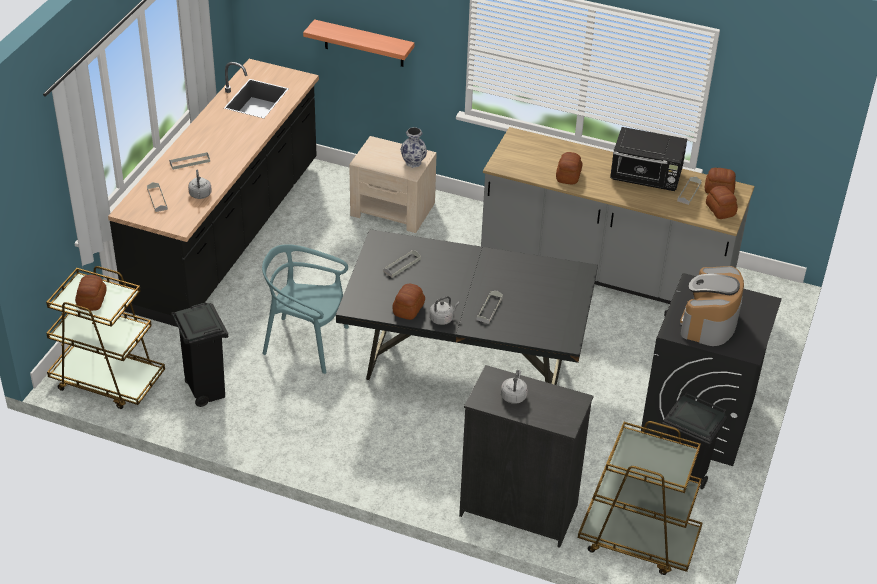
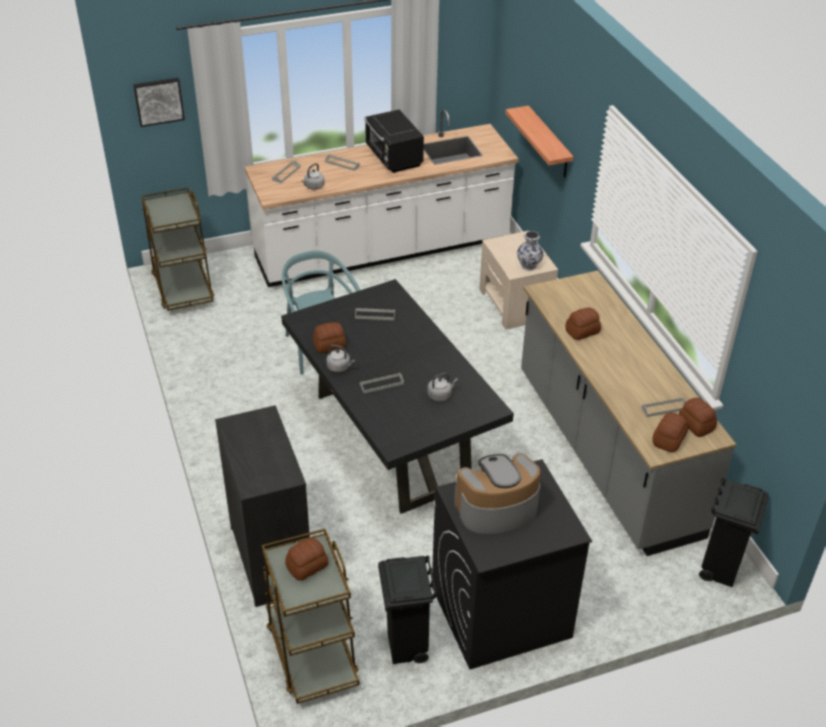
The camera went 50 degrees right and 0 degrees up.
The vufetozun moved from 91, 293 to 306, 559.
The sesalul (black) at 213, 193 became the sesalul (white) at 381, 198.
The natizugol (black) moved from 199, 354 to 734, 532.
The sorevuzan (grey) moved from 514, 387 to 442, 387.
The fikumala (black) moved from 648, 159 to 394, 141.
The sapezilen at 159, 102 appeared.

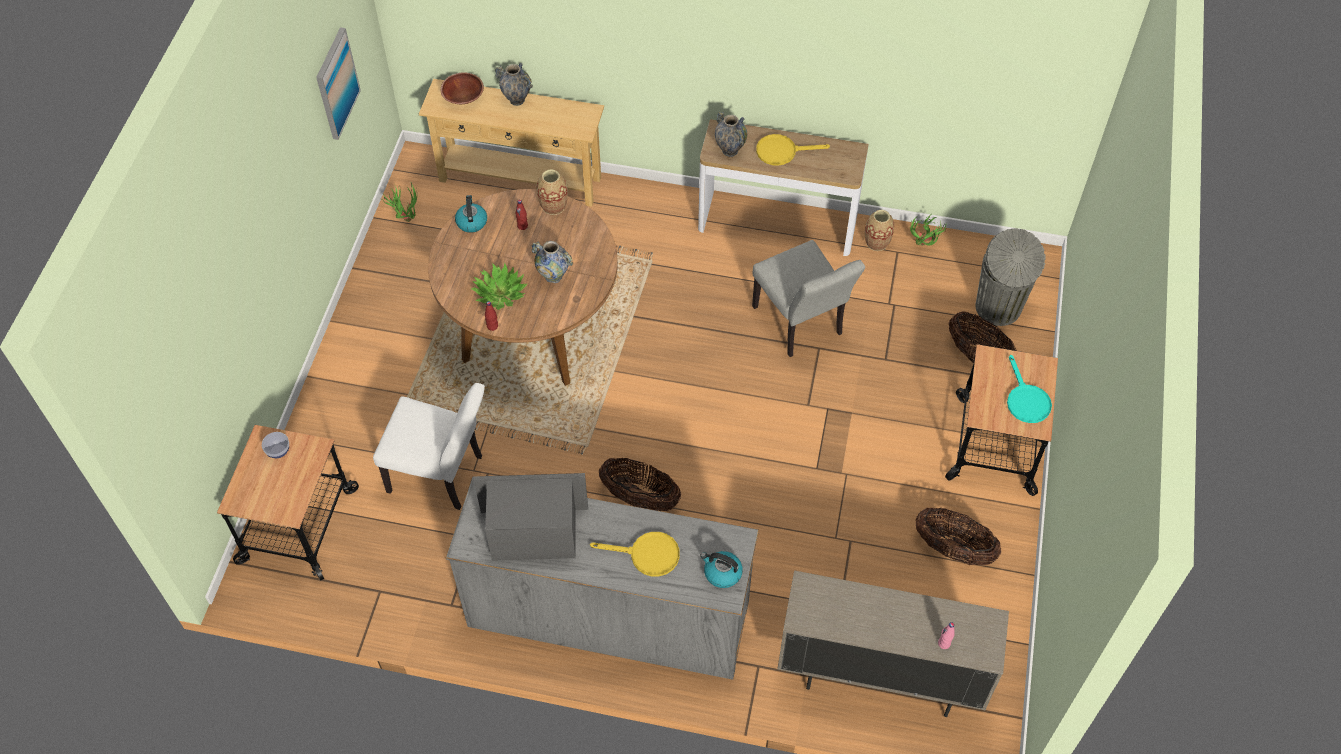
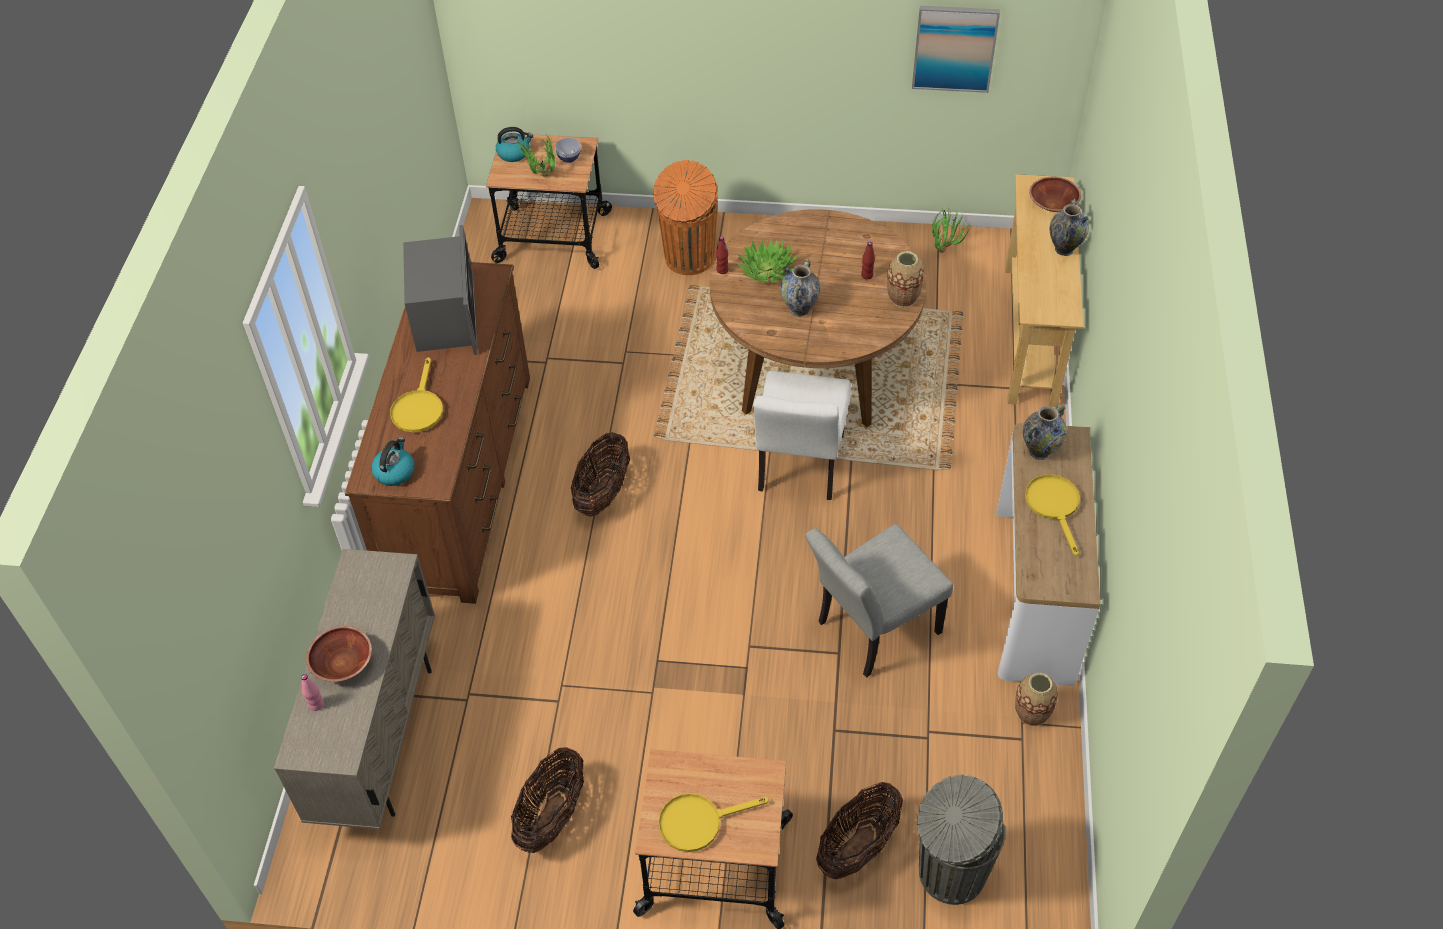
The camera went 85 degrees right and 5 degrees down.
The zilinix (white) moved from 429, 446 to 802, 435.
The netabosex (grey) at 602, 578 became the netabosex (brown) at 437, 433.
The sorevuzan moved from 471, 214 to 514, 144.
The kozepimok moved from 928, 230 to 536, 156.
The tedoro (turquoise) at 1029, 389 became the tedoro (yellow) at 714, 822.
The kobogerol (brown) at 339, 654 appeared.
The natizugol (orange) at 685, 217 appeared.

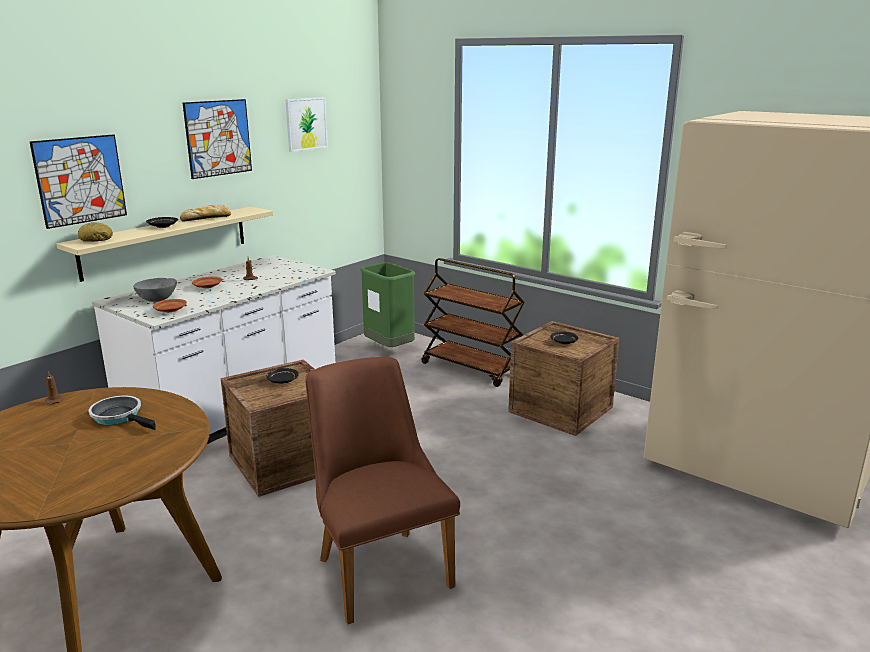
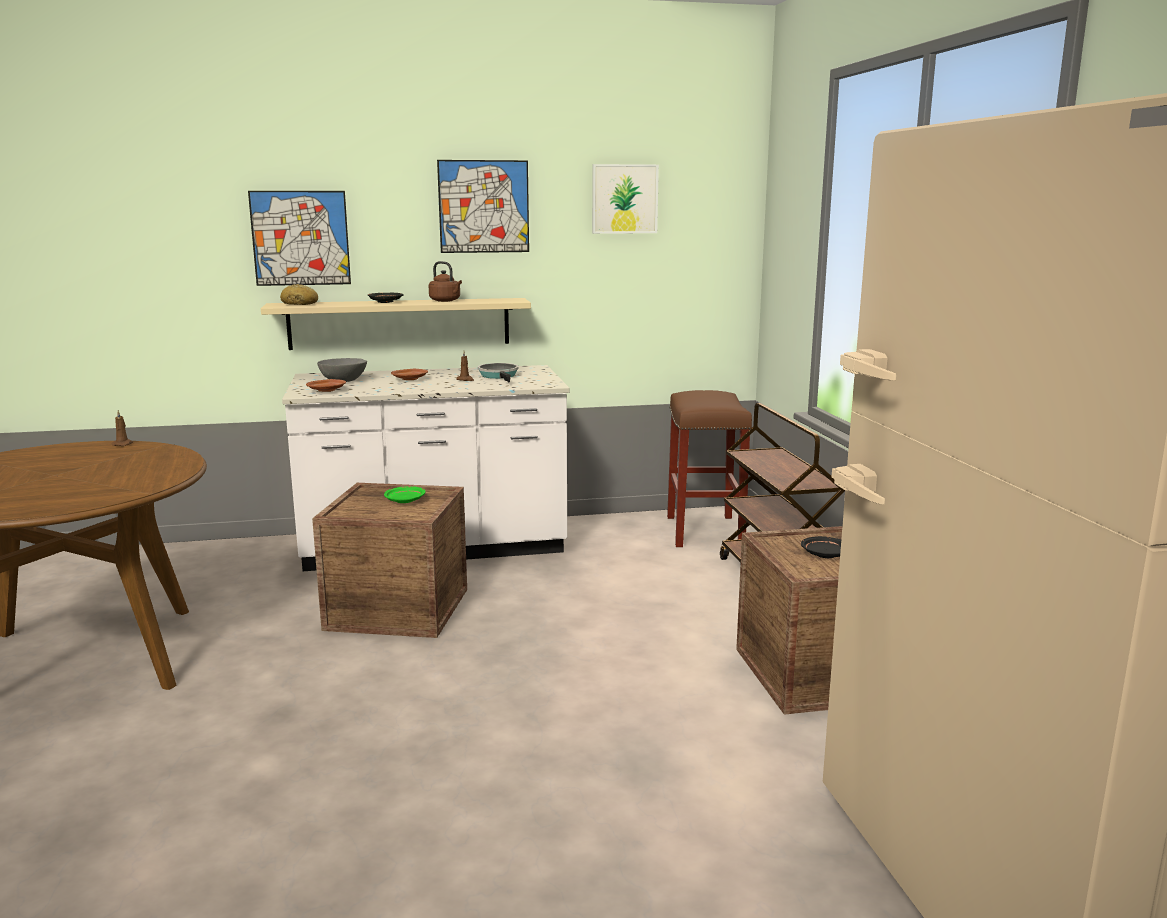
The camera went 40 degrees right and 5 degrees down.
The tedoro moved from 122, 413 to 498, 372.
The vufetozun at 205, 213 was replaced by the sorevuzan (brown) at 445, 281.
The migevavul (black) at 282, 376 became the migevavul (green) at 404, 494.
The zilinix (brown) at 382, 490 disappeared.
The natizugol (green) at 387, 304 was replaced by the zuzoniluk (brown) at 709, 468.

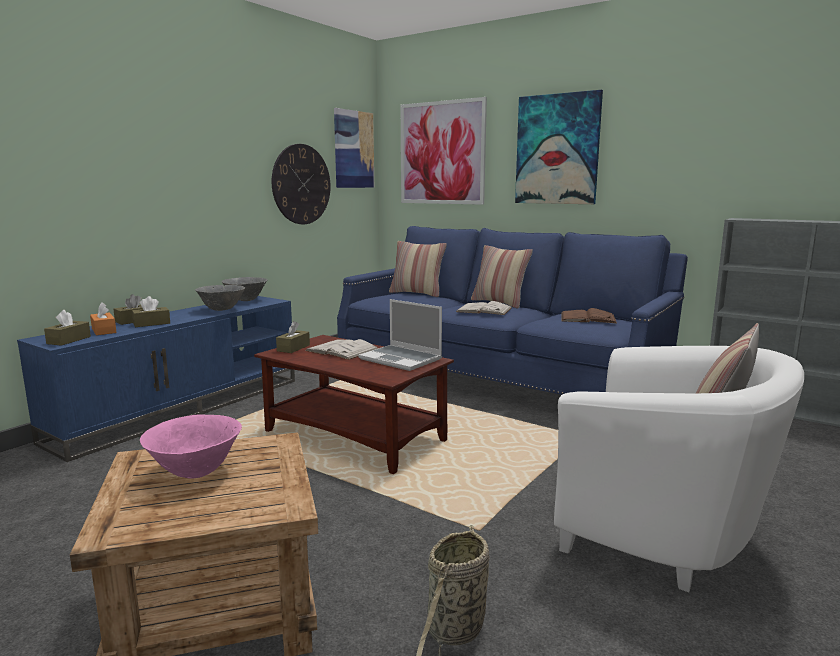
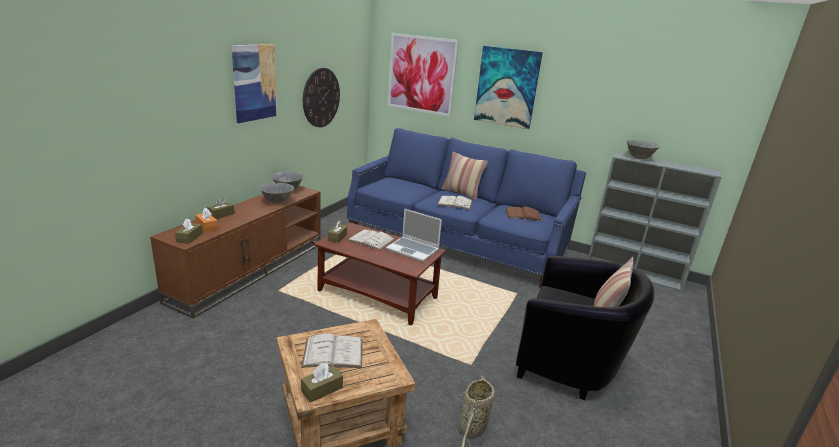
The camera went 10 degrees left and 10 degrees up.
The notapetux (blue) at 156, 379 became the notapetux (brown) at 235, 252.
The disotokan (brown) moved from 151, 311 to 322, 383.
The kobogerol (pink) at 191, 446 was replaced by the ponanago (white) at 332, 350.
The sapezilen moved from 354, 148 to 254, 83.
The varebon at 418, 269 disappeared.
The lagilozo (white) at 679, 469 became the lagilozo (black) at 585, 328.
The kobogerol (grey) at 643, 149 appeared.

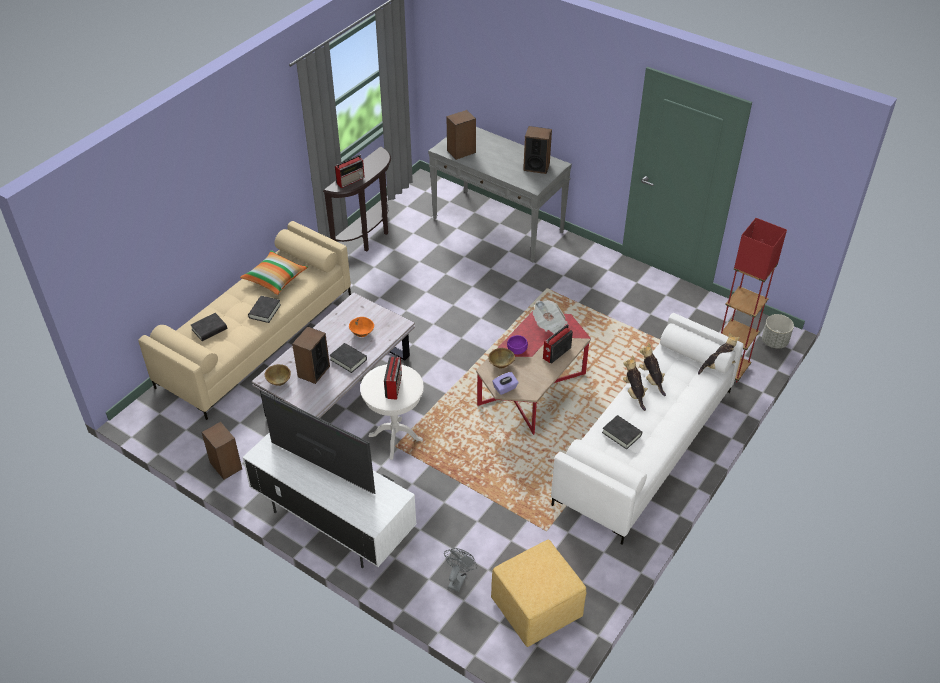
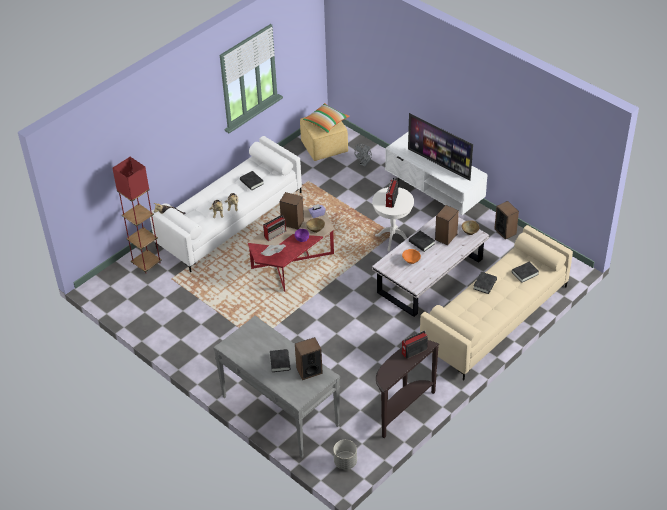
The camera went 170 degrees left and 0 degrees up.
The varebon moved from 274, 272 to 326, 118.
The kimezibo moved from 537, 150 to 292, 210.
The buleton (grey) moved from 778, 331 to 345, 455.
The ponanago (black) at 280, 360 appeared.

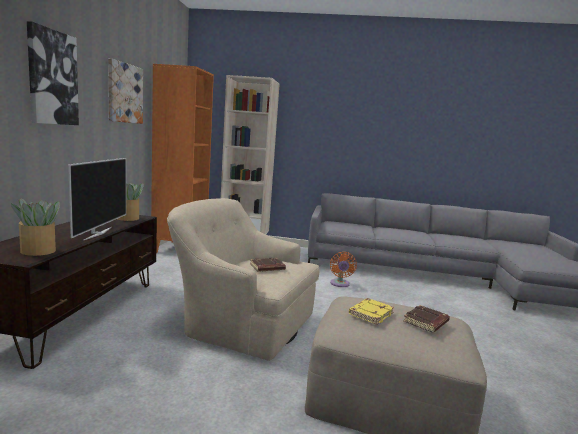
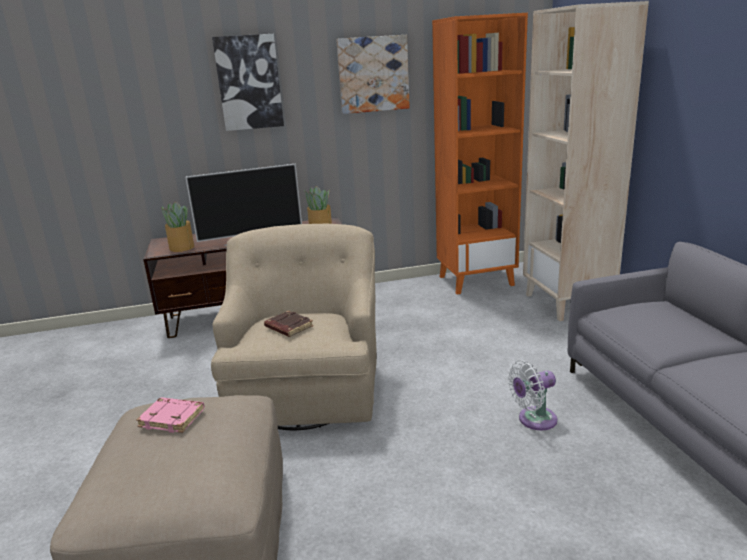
The camera went 70 degrees right and 10 degrees up.
The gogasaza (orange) at 343, 269 became the gogasaza (white) at 532, 395.
The ponanago (yellow) at 371, 311 became the ponanago (pink) at 170, 415.
The ponanago (brown) at 426, 319 disappeared.

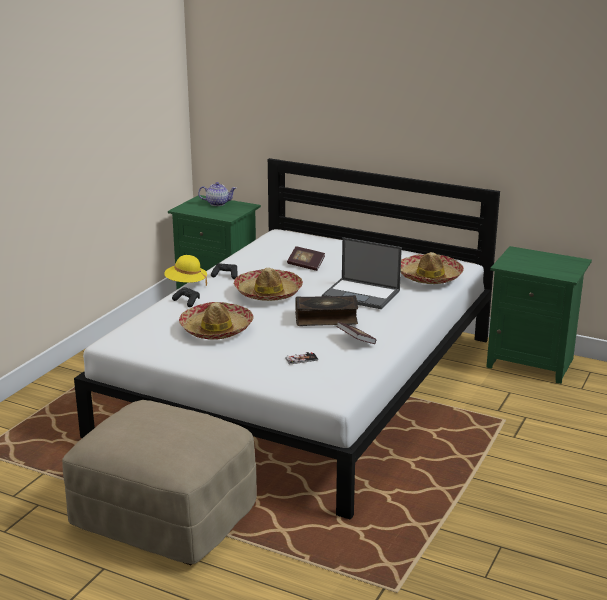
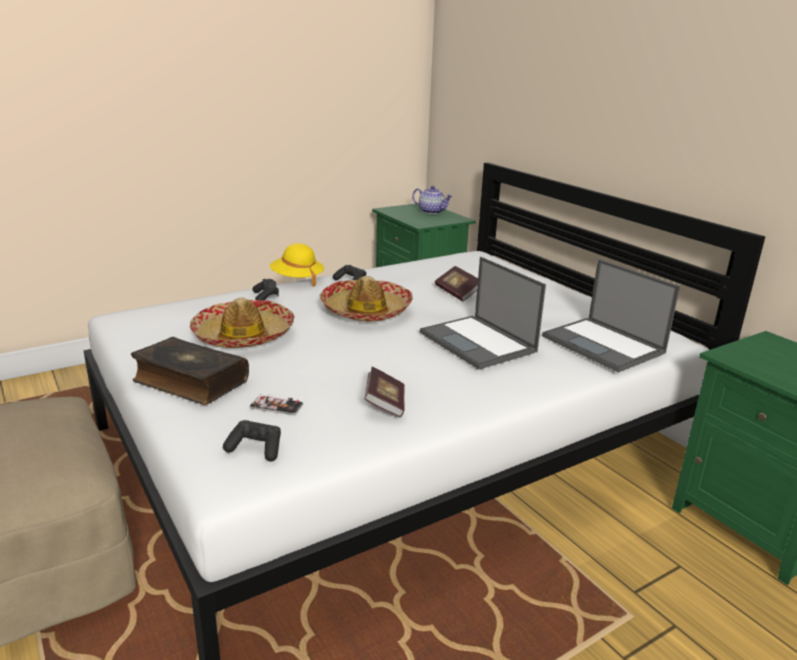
The camera went 30 degrees right and 0 degrees up.
The ponanago moved from 326, 310 to 190, 371.
The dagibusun at 432, 268 was replaced by the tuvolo at 611, 316.
The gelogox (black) at 252, 441 appeared.

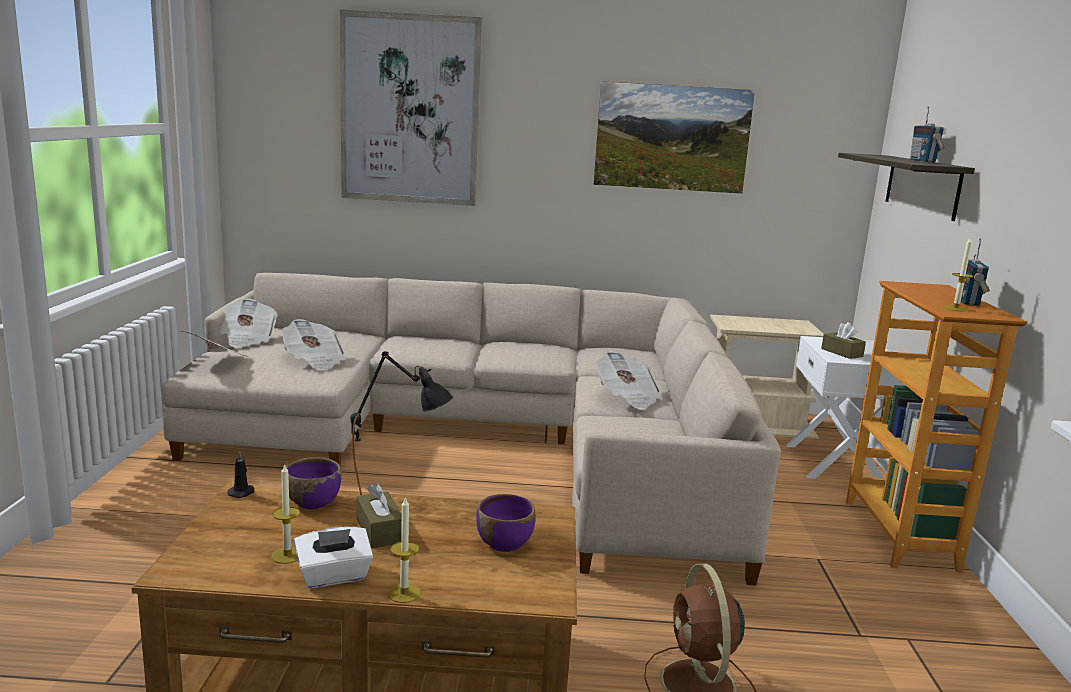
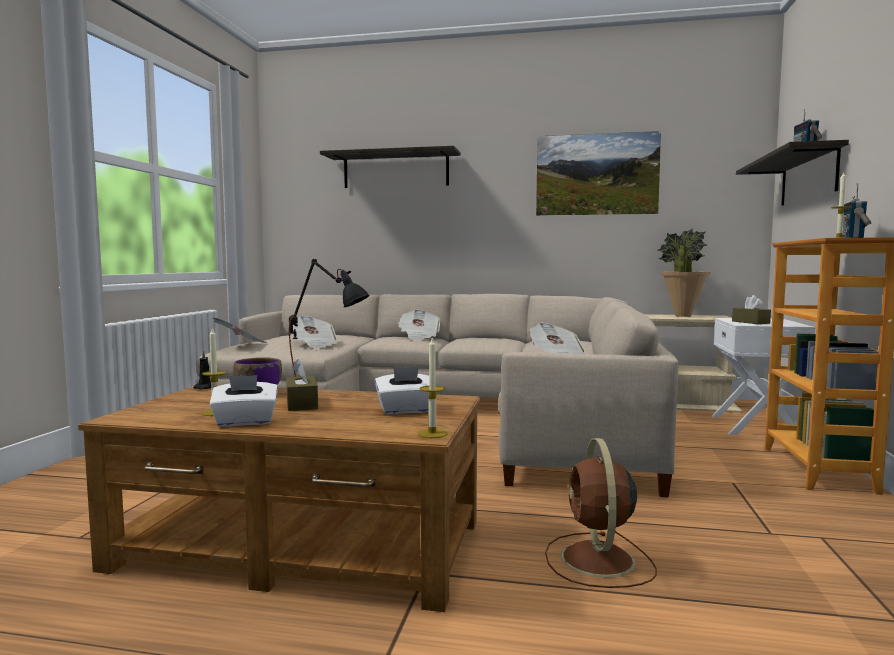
The camera went 10 degrees right and 10 degrees down.
The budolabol moved from 249, 323 to 419, 325.
The sapezilen at 411, 107 was replaced by the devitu at 390, 167.
The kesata moved from 404, 549 to 432, 387.
The kobogerol (purple) at 505, 523 was replaced by the disotokan (white) at 406, 390.
The kozepimok at 683, 272 appeared.

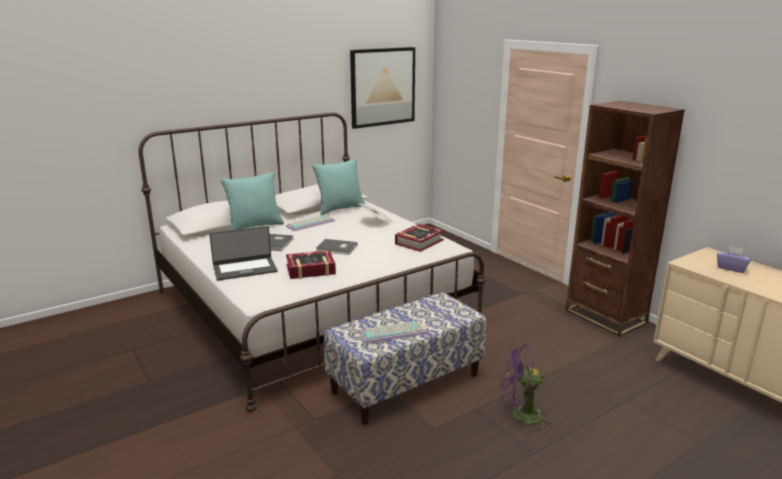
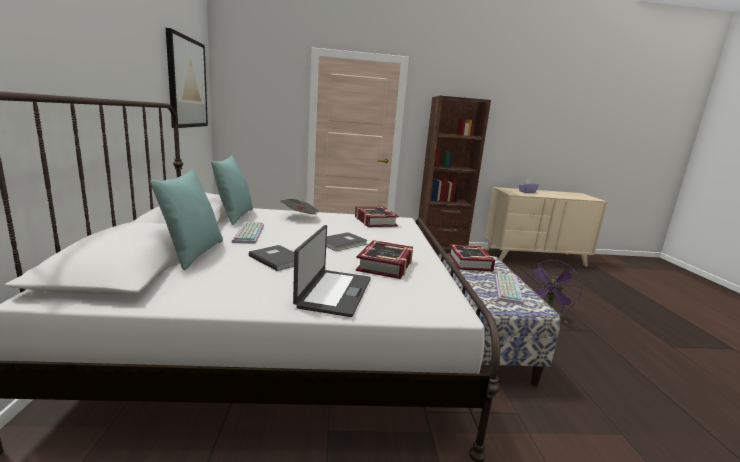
The camera went 60 degrees left and 5 degrees down.
The ponanago at 471, 258 appeared.

